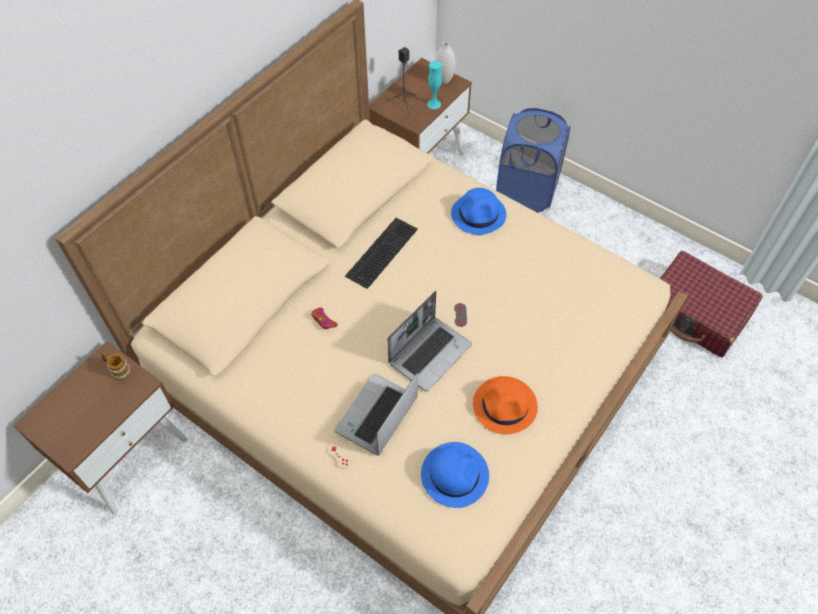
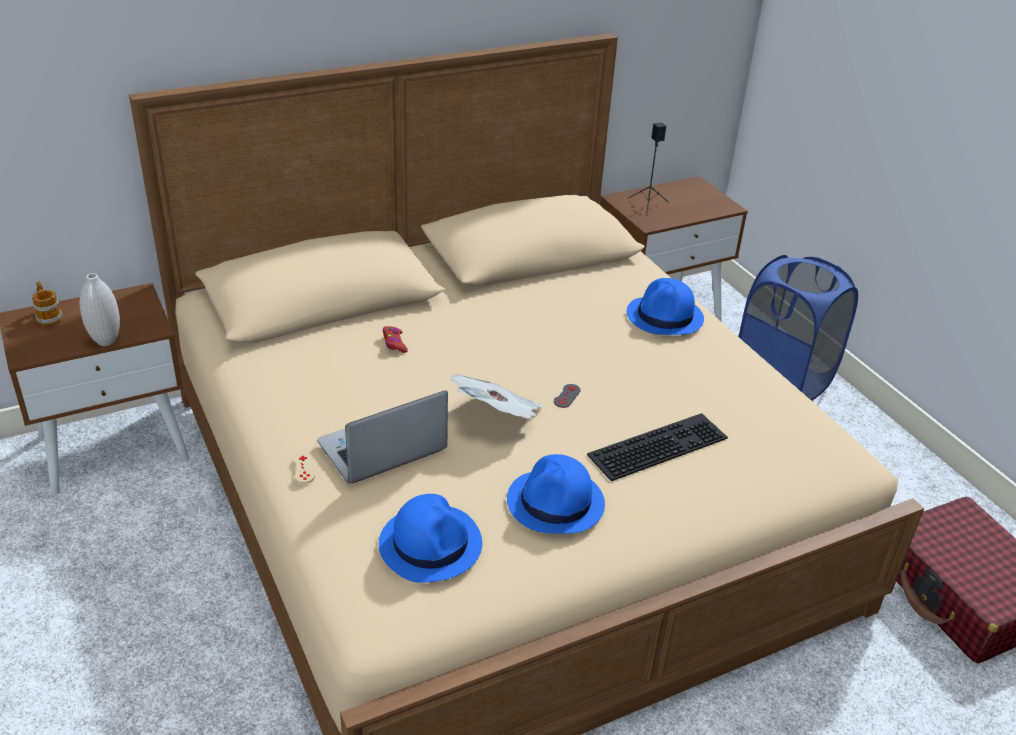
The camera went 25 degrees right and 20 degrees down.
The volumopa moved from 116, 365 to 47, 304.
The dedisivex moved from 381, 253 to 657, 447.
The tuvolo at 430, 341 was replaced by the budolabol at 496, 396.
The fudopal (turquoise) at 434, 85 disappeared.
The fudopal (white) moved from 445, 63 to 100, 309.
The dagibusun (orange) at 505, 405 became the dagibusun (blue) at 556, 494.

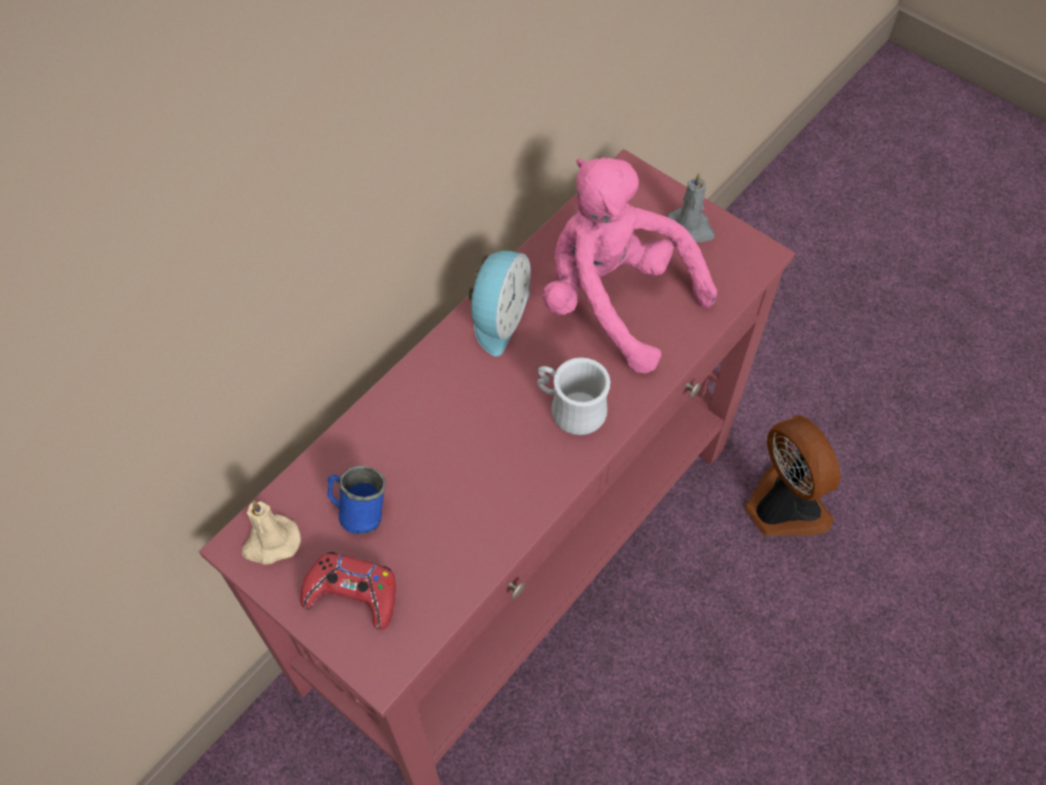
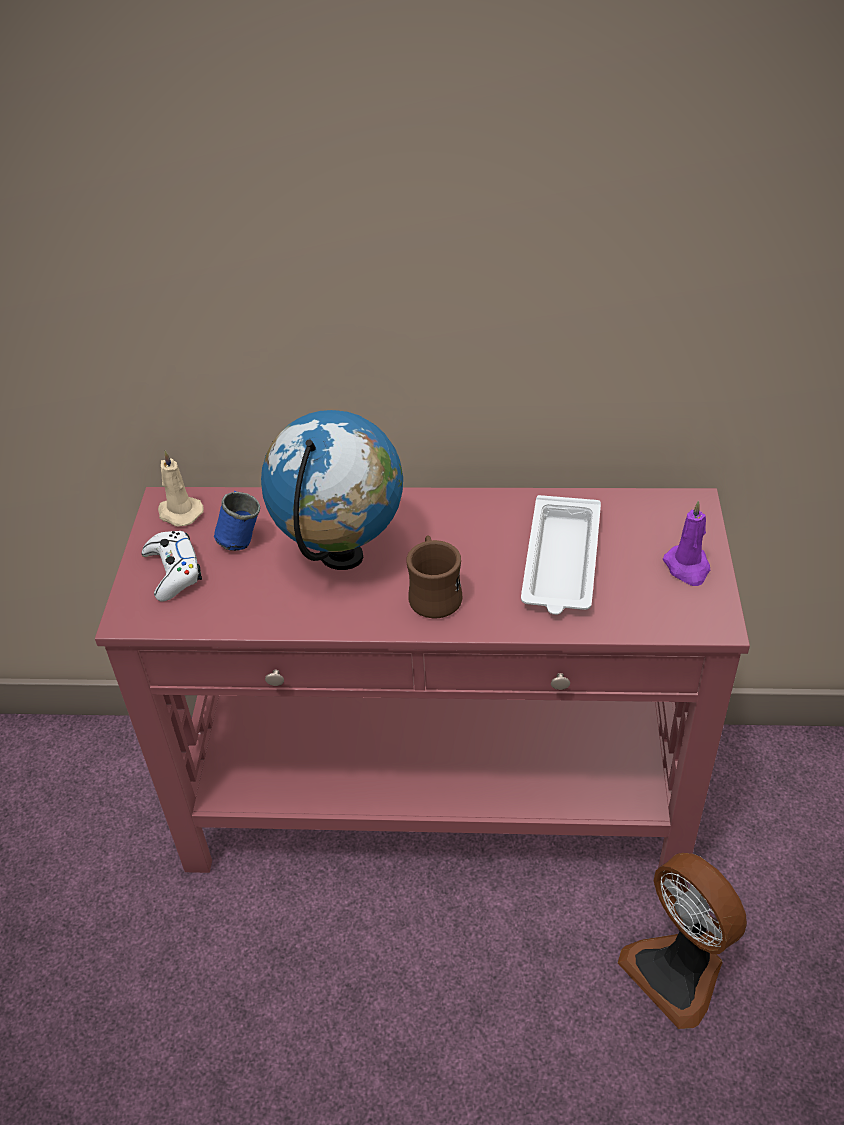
The camera went 55 degrees right and 15 degrees down.
The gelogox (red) at 348, 591 became the gelogox (white) at 172, 566.
The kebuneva at 500, 304 disappeared.
The volumopa (white) at 573, 396 became the volumopa (brown) at 435, 577.
The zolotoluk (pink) at 629, 265 was replaced by the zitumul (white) at 561, 555.
The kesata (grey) at 691, 207 became the kesata (purple) at 686, 543.
The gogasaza at 792, 475 turned 120 degrees clockwise.
The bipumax at 332, 490 appeared.

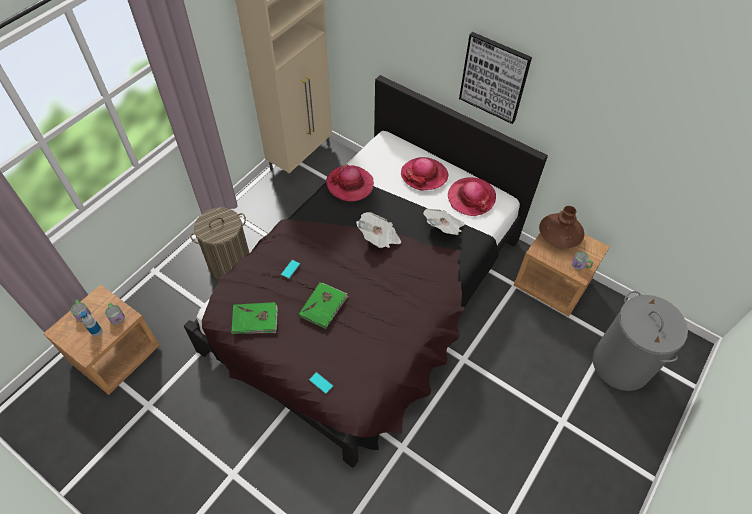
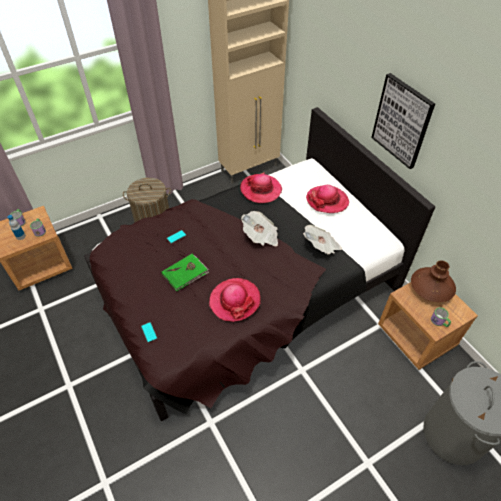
The camera went 25 degrees right and 5 degrees down.
The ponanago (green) at 254, 318 disappeared.
The dagibusun moved from 472, 196 to 235, 300.

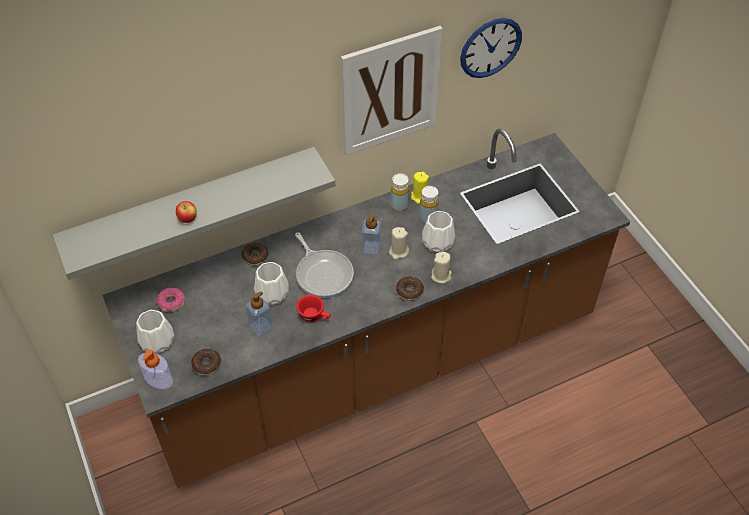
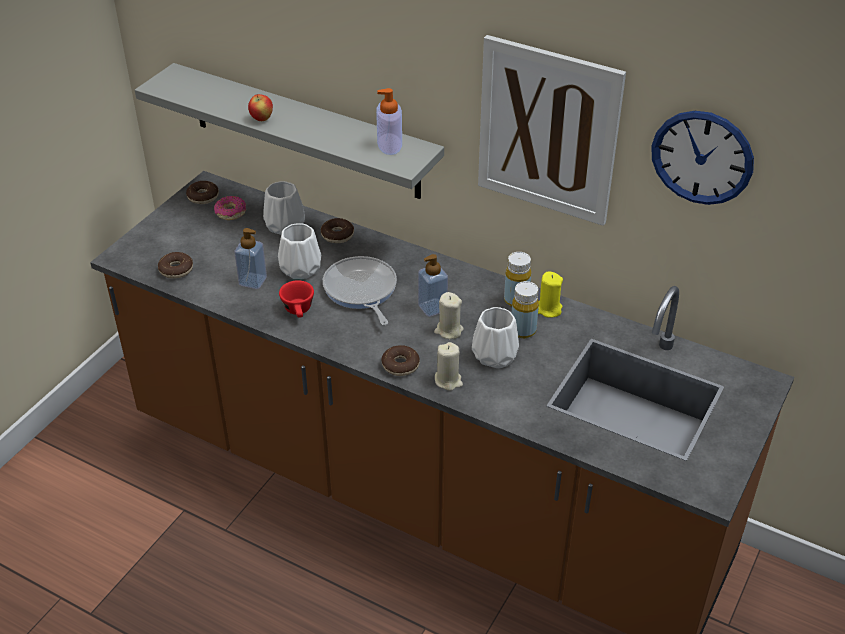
The camera went 55 degrees right and 10 degrees down.
The fudopal (white) moved from 155, 332 to 284, 208.
The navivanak moved from 155, 369 to 389, 121.
The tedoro at 324, 265 turned 135 degrees clockwise.
The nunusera at 202, 192 appeared.

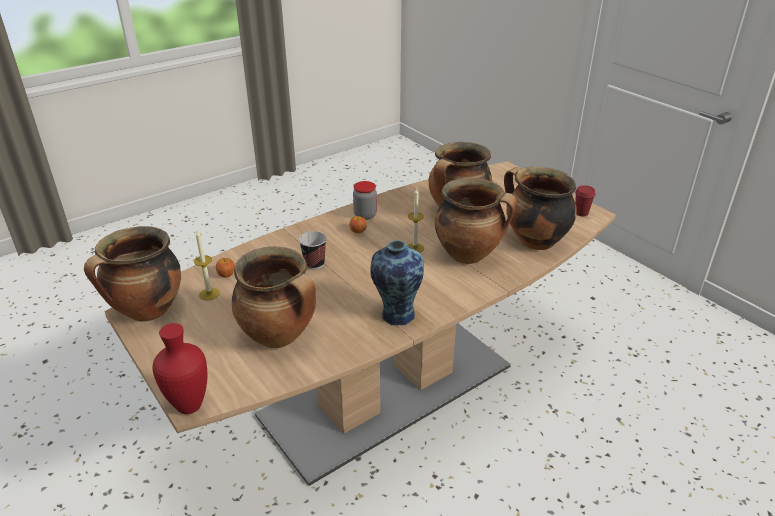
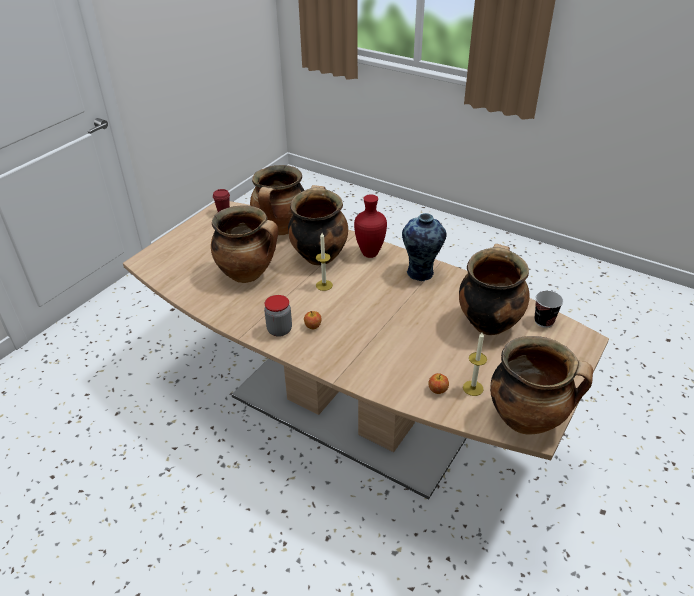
The camera went 110 degrees left and 5 degrees up.
The fudopal (red) moved from 180, 368 to 370, 226.
The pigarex moved from 313, 250 to 548, 309.

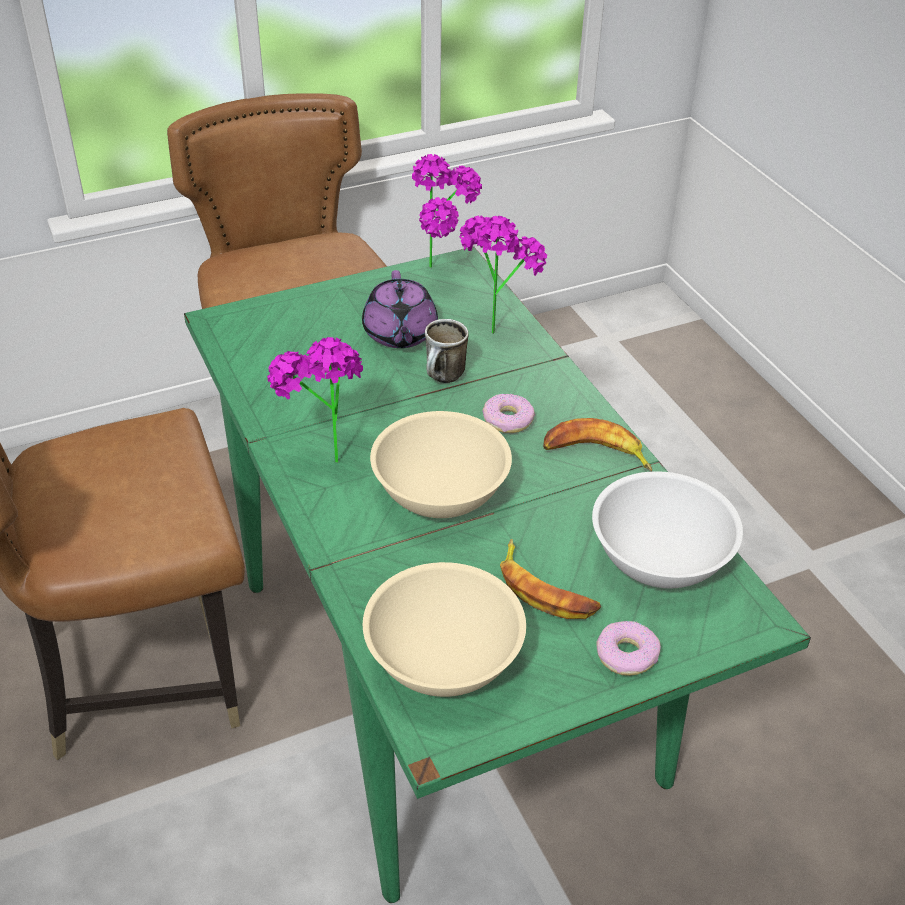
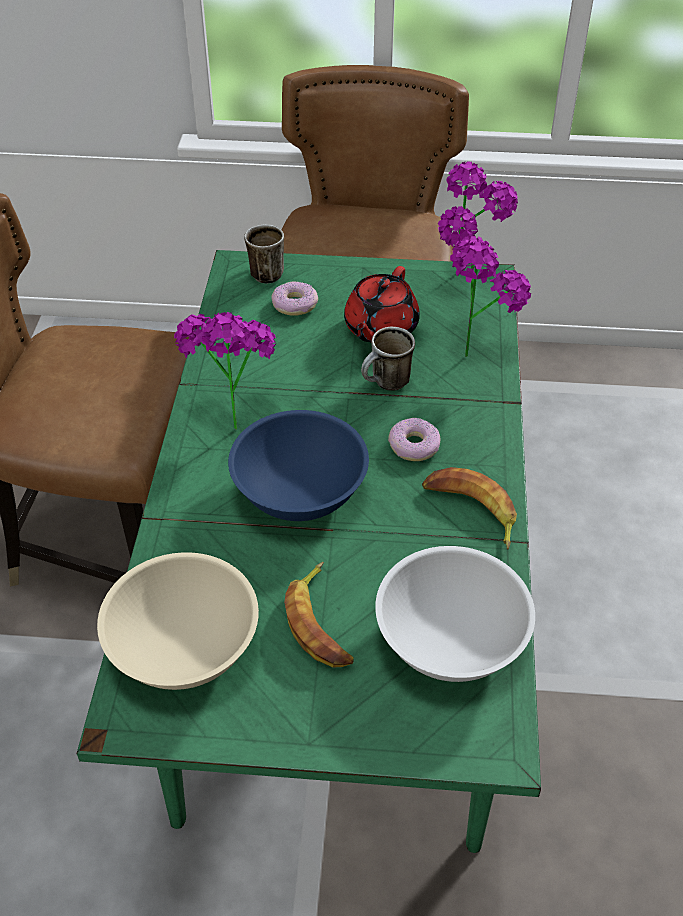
The camera went 30 degrees right and 5 degrees up.
The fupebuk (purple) at 400, 309 became the fupebuk (red) at 382, 304.
The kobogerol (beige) at 441, 464 became the kobogerol (blue) at 298, 465.
The nunusera moved from 628, 648 to 294, 298.
The volumopa at 264, 254 appeared.

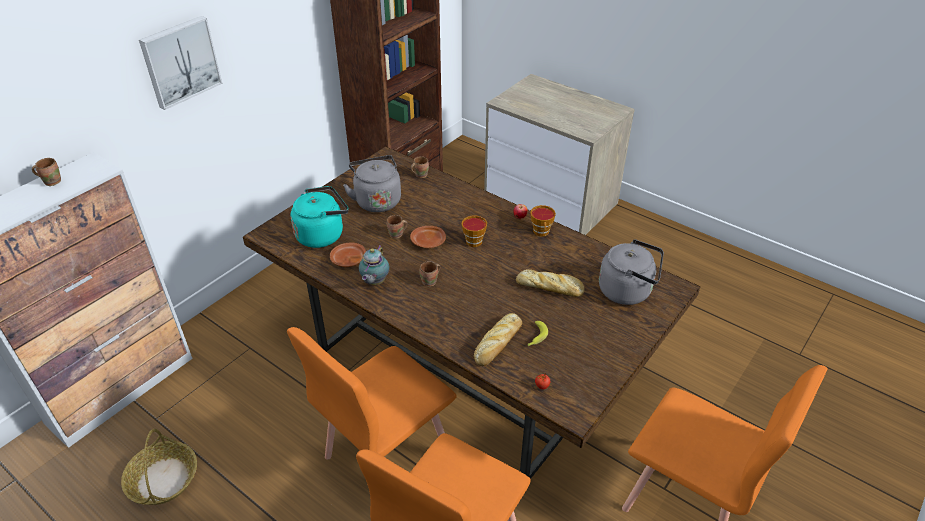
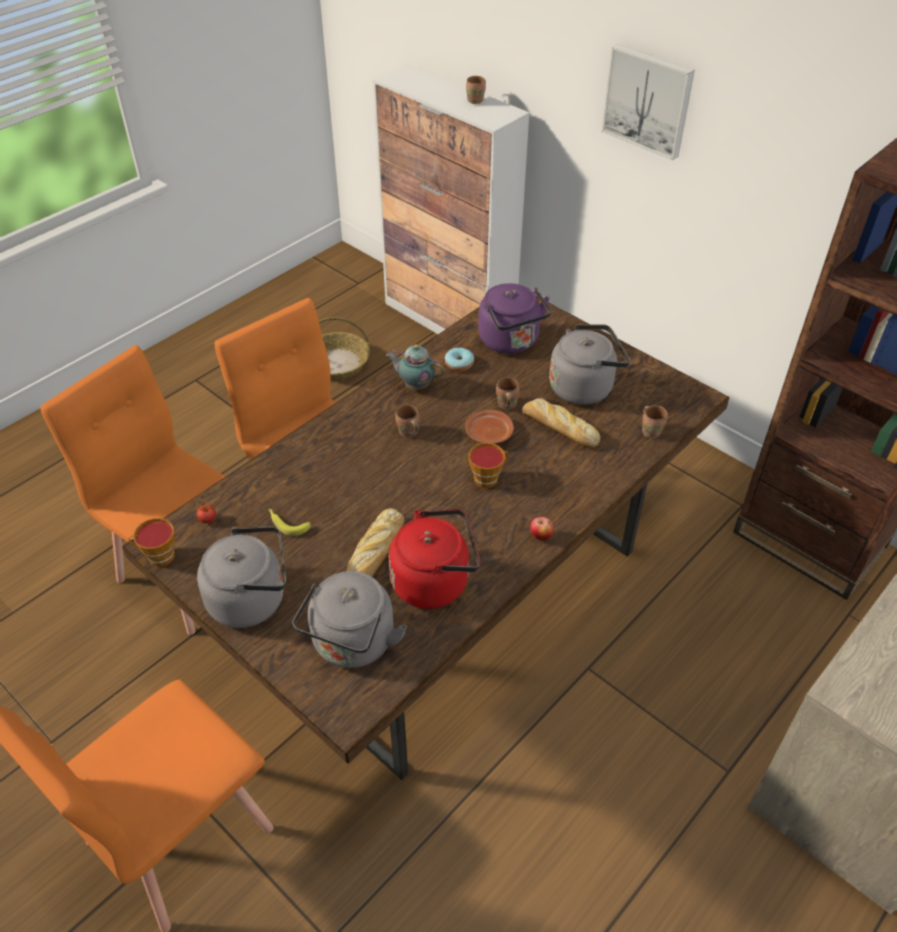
The camera went 95 degrees right and 5 degrees up.
The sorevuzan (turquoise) at 319, 217 became the sorevuzan (purple) at 515, 318.
The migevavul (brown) at 348, 255 was replaced by the nunusera at 459, 359.
The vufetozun moved from 498, 339 to 561, 423.
The pigarex moved from 543, 221 to 152, 542.
The sorevuzan (grey) at 241, 577 appeared.
The sorevuzan (red) at 434, 559 appeared.

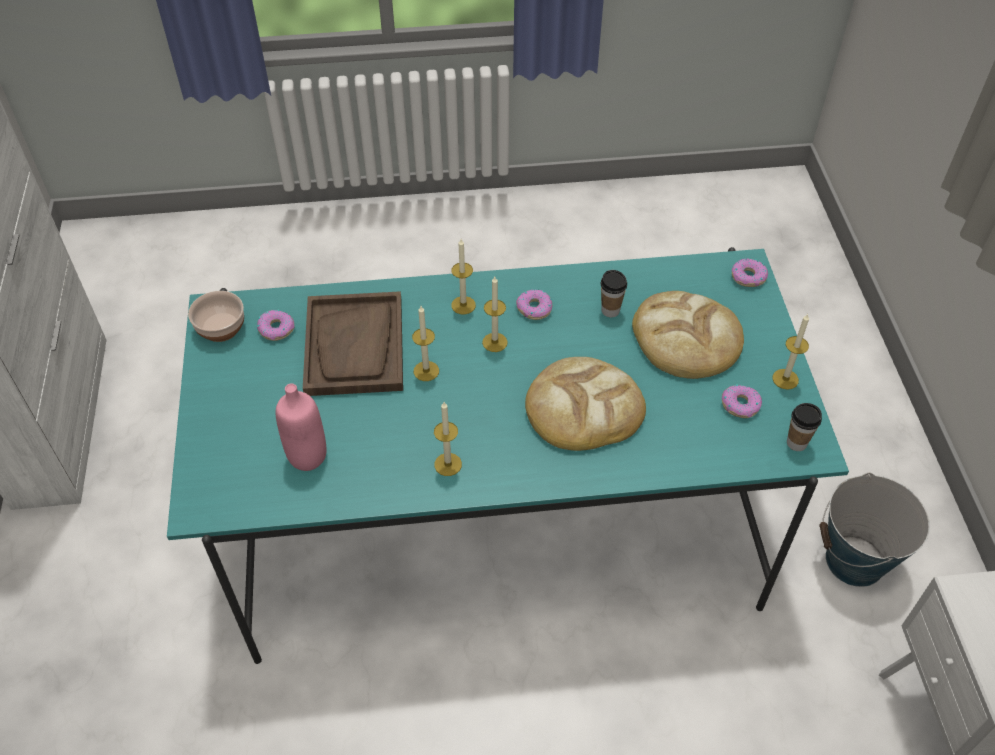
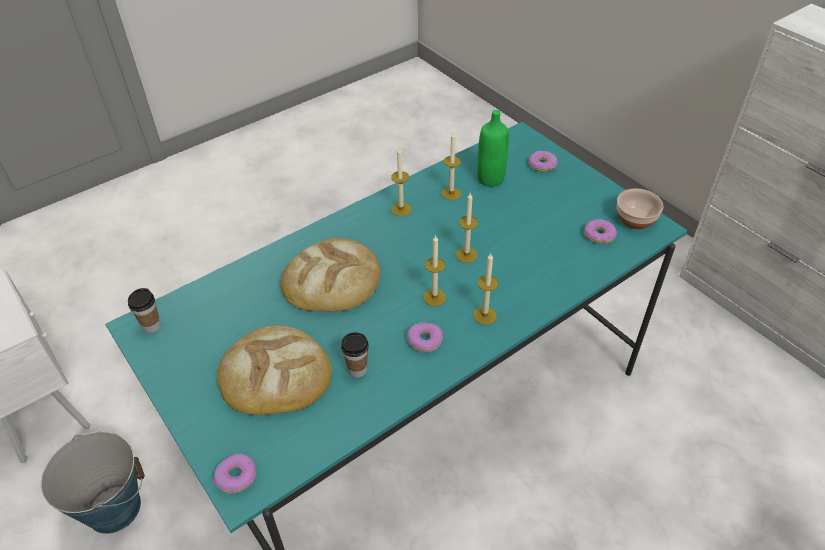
The camera went 150 degrees right and 5 degrees down.
The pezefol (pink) at 301, 427 became the pezefol (green) at 493, 148.
The zitumul (brown) at 353, 343 disappeared.
The nunusera moved from 742, 401 to 543, 161.
The kesata moved from 790, 352 to 451, 165.

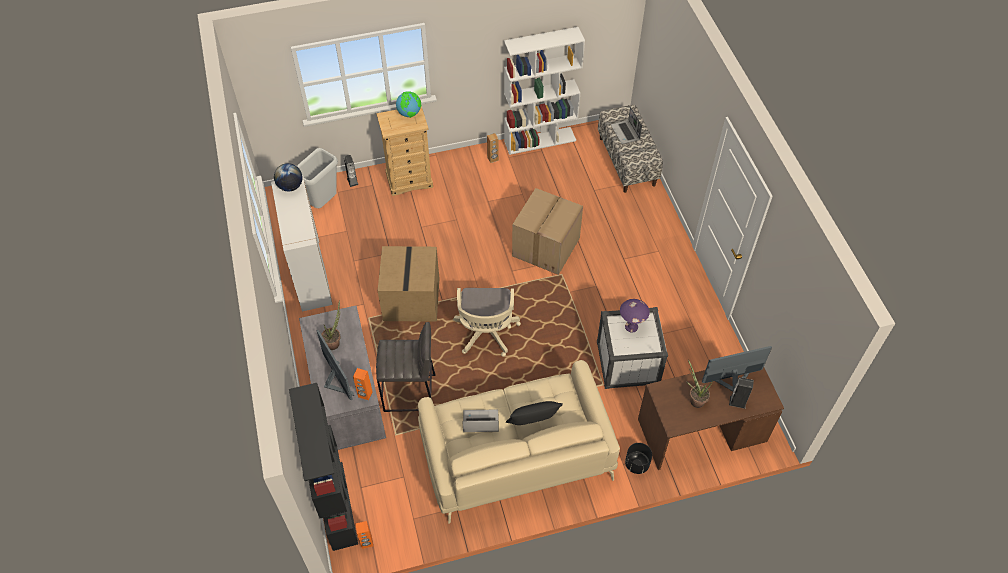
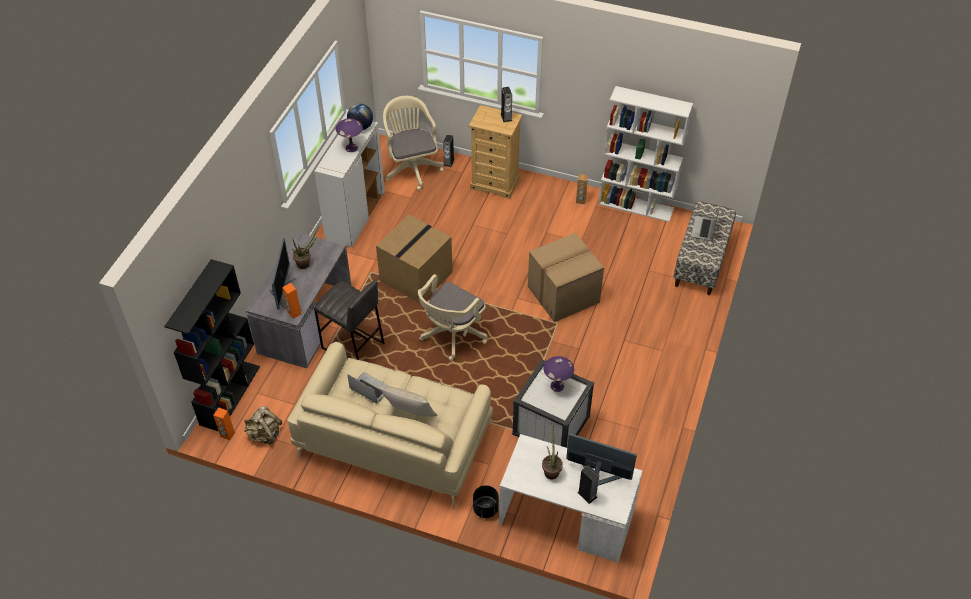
The camera went 35 degrees right and 5 degrees down.
The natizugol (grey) at 317, 178 was replaced by the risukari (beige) at 413, 143.
The bipumax at 408, 104 was replaced by the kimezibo at 506, 104.
The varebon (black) at 534, 413 became the varebon (beige) at 408, 401.
The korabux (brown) at 711, 418 became the korabux (white) at 571, 498.
The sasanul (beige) at 263, 425 appeared.
The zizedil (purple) at 349, 135 appeared.

